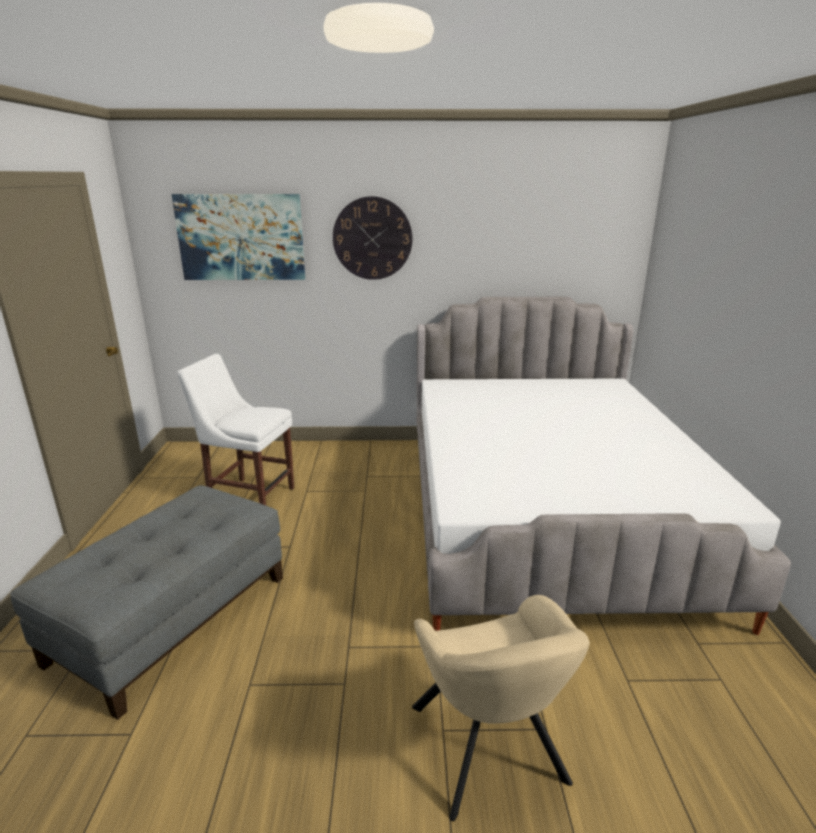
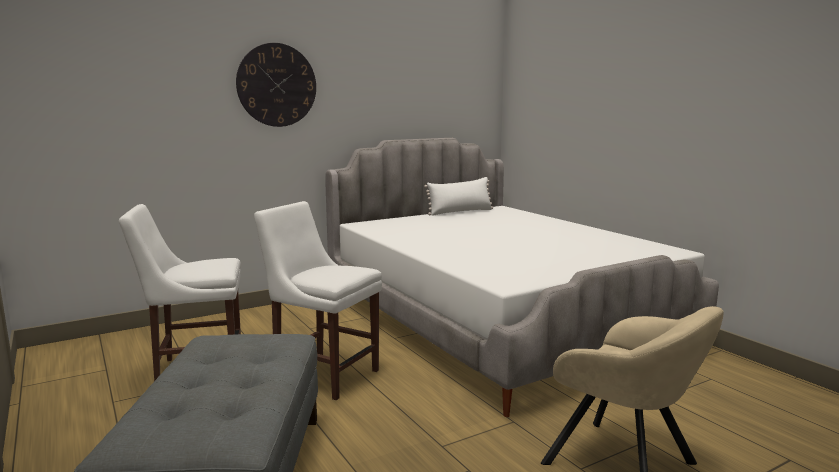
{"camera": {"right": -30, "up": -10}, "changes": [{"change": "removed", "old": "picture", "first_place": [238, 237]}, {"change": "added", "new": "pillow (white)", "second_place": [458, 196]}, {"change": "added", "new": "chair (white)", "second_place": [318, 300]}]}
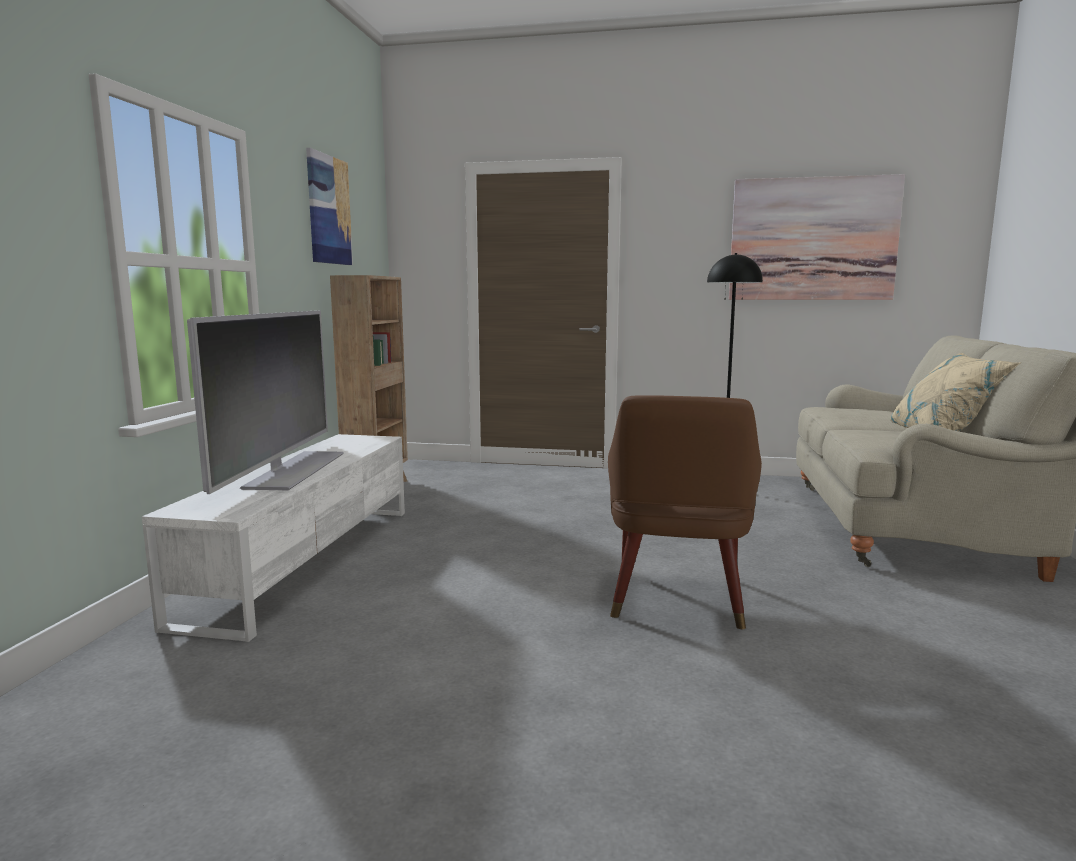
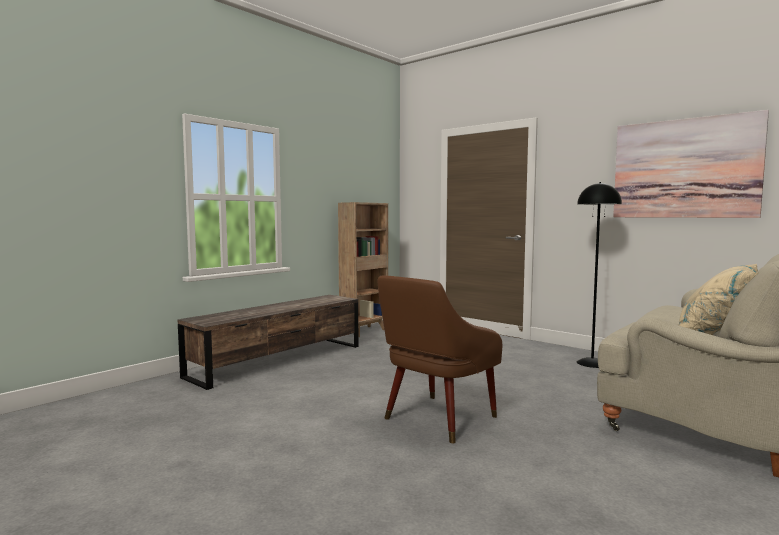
{"camera": {"right": 30, "up": -5}, "changes": [{"change": "removed", "old": "picture", "first_place": [329, 206]}, {"change": "removed", "old": "television", "first_place": [265, 402]}, {"change": "recoloured", "old": "tv stand (white)", "new": "tv stand (brown)", "first_place": [273, 538], "second_place": [268, 342]}]}
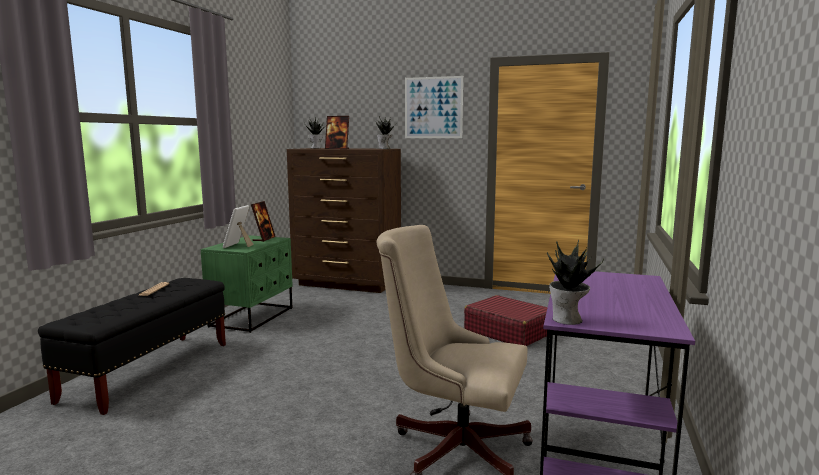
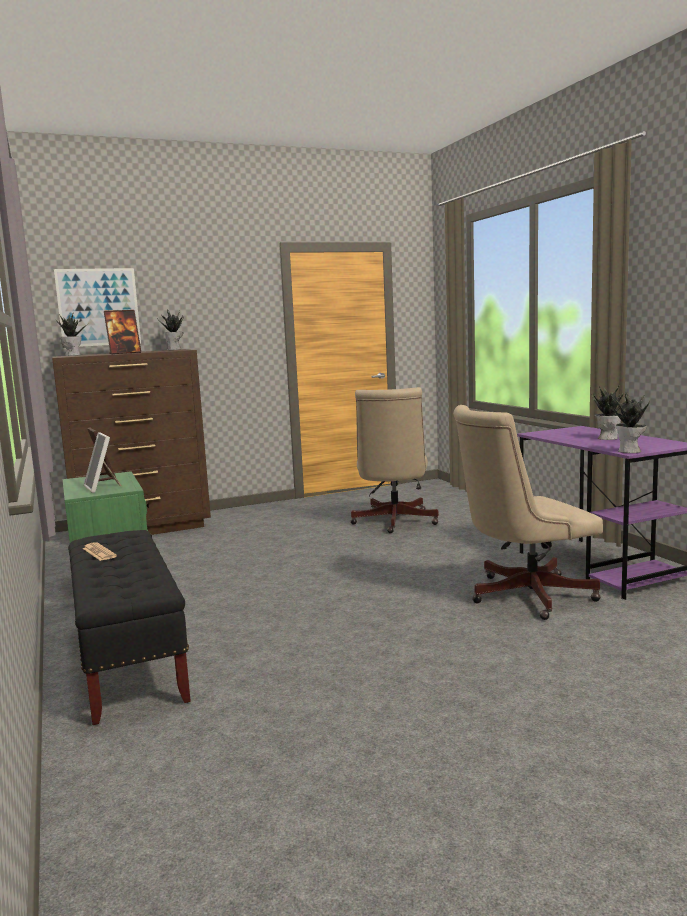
{"camera": {"right": -40, "up": 0}, "changes": [{"change": "moved", "old": "picture", "first_place": [434, 107], "second_place": [97, 307]}, {"change": "replaced", "old": "suitcase (red)", "new": "office chair (beige)", "first_place": [506, 320], "second_place": [394, 460]}, {"change": "added", "new": "potted plant", "second_place": [608, 413]}]}
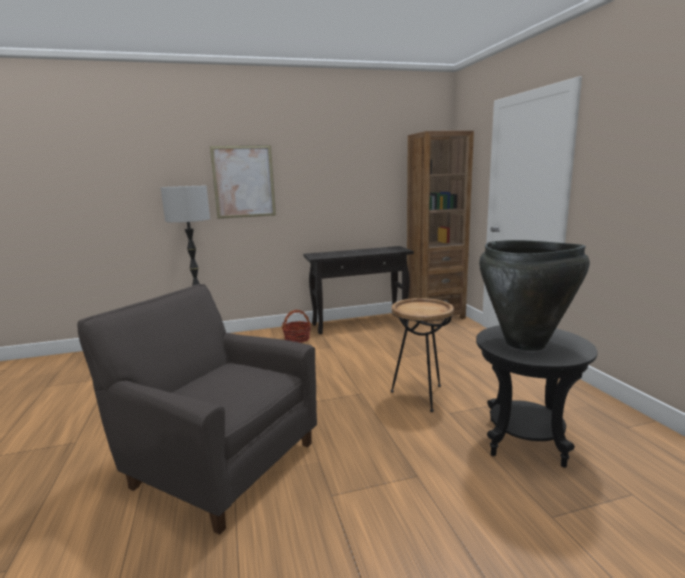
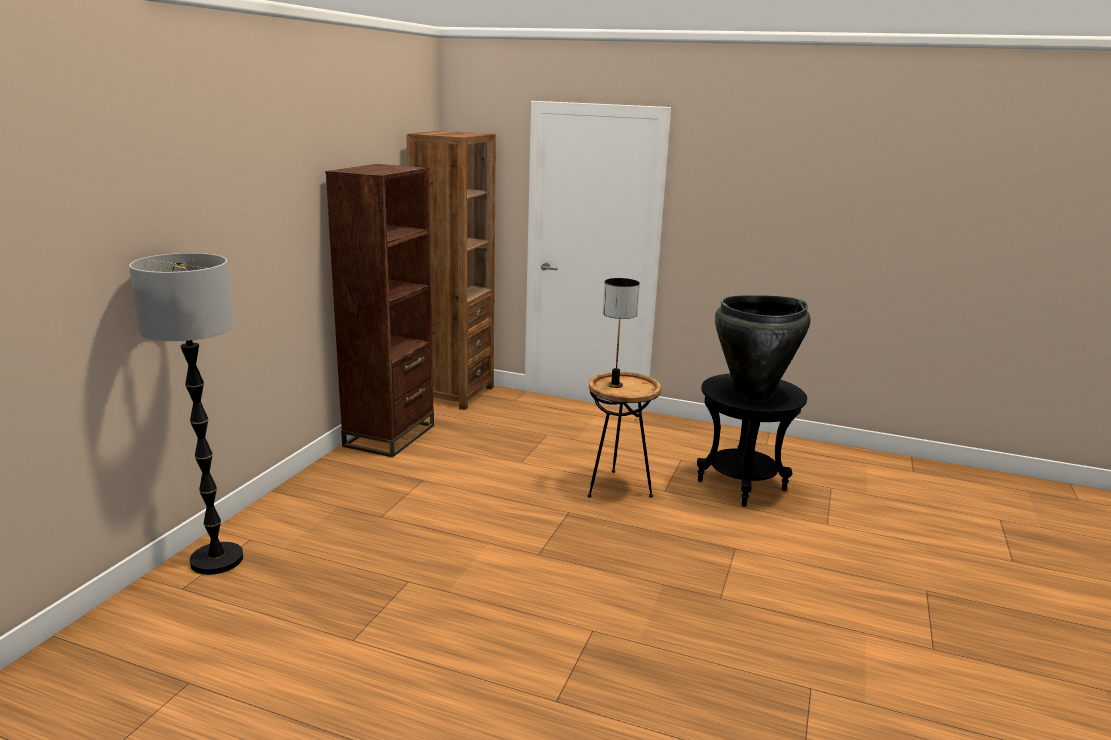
{"camera": {"right": -55, "up": 5}, "changes": [{"change": "removed", "old": "picture", "first_place": [243, 182]}, {"change": "replaced", "old": "console table (black)", "new": "bookcase (brown)", "first_place": [358, 290], "second_place": [379, 310]}, {"change": "removed", "old": "armchair (grey)", "first_place": [197, 409]}, {"change": "removed", "old": "basket", "first_place": [296, 326]}, {"change": "added", "new": "table lamp", "second_place": [621, 333]}]}
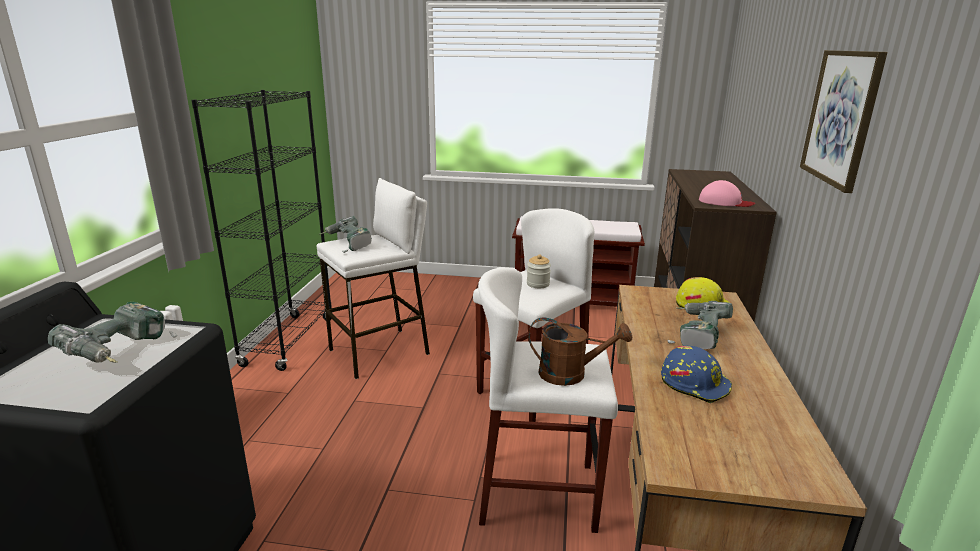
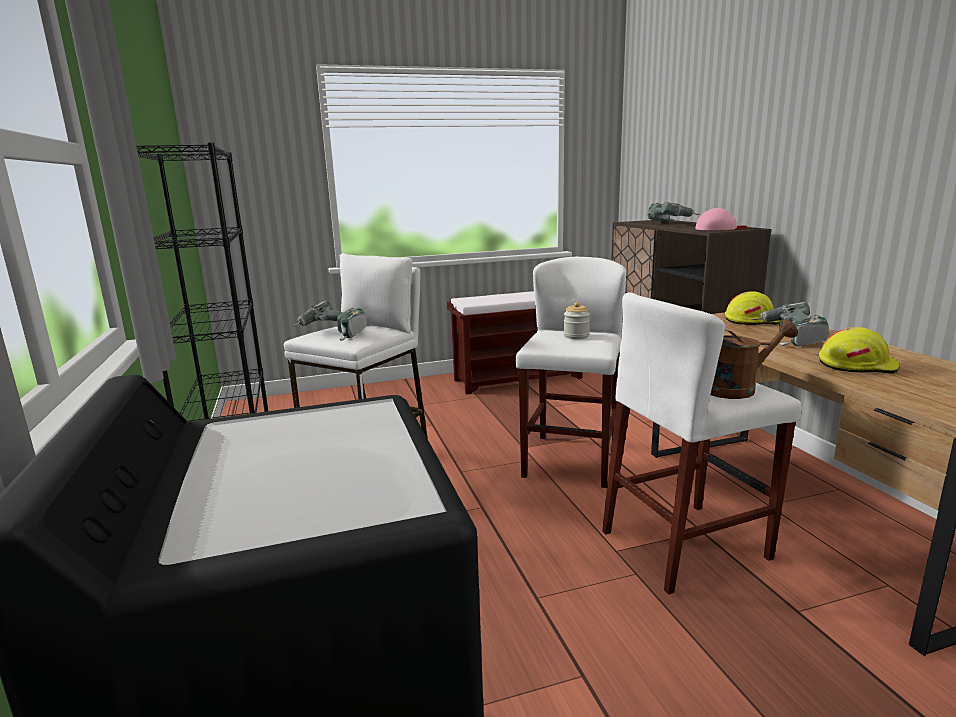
{"camera": {"right": -25, "up": -5}, "changes": [{"change": "removed", "old": "picture", "first_place": [844, 121]}, {"change": "moved", "old": "power drill", "first_place": [112, 332], "second_place": [673, 212]}, {"change": "recoloured", "old": "hard hat (blue)", "new": "hard hat (yellow)", "first_place": [696, 374], "second_place": [859, 350]}]}
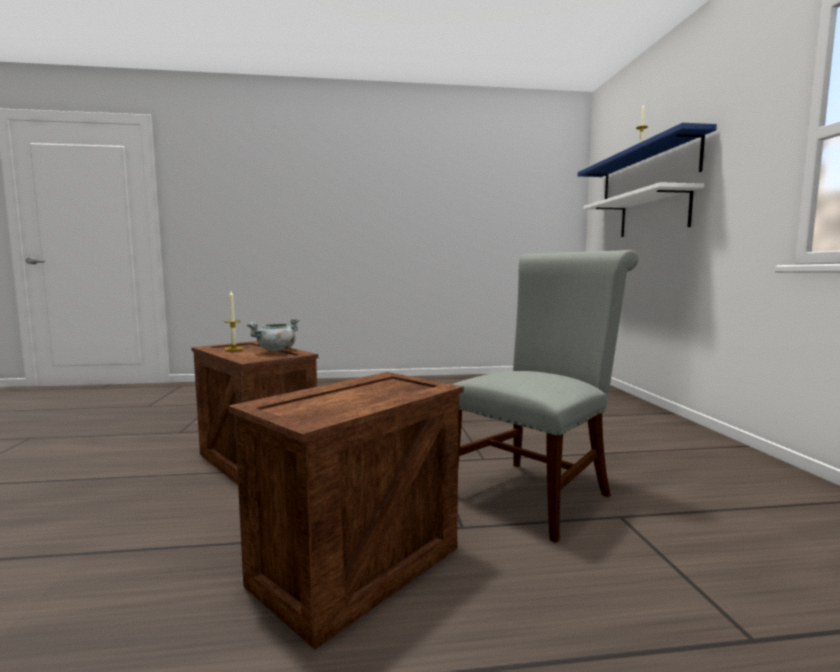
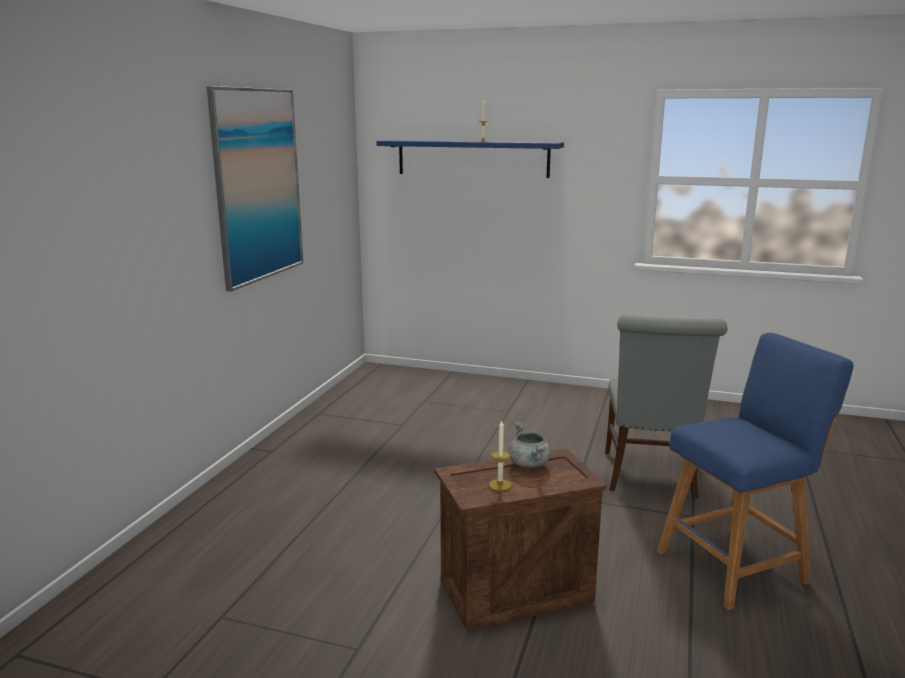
{"camera": {"right": -65, "up": 10}, "changes": [{"change": "removed", "old": "shelf (white)", "first_place": [643, 209]}, {"change": "turned", "old": "chair (grey)", "first_place": [545, 396], "second_place": [666, 406], "degrees": -150}, {"change": "replaced", "old": "crate", "new": "stool (blue)", "first_place": [346, 510], "second_place": [755, 471]}, {"change": "added", "new": "picture", "second_place": [255, 188]}]}
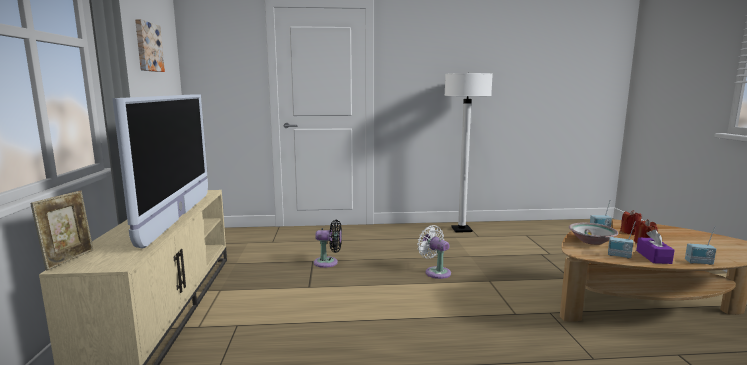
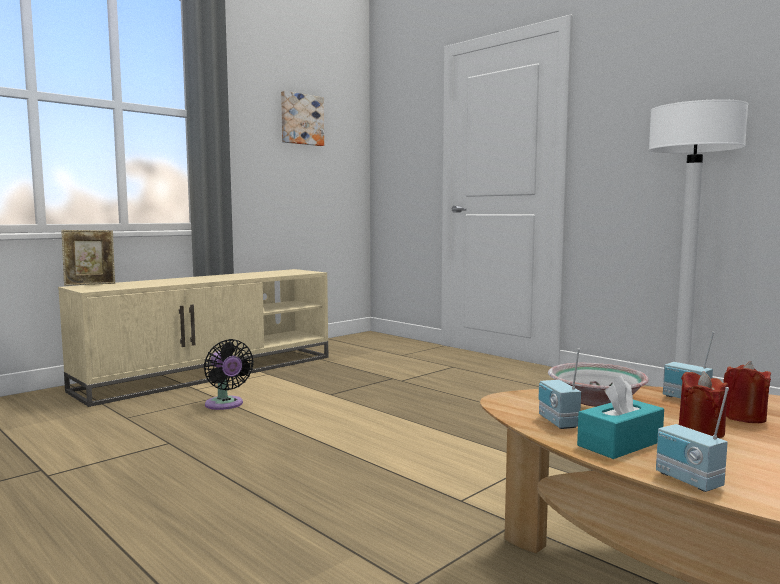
{"camera": {"right": 50, "up": -5}, "changes": [{"change": "removed", "old": "television", "first_place": [160, 171]}, {"change": "moved", "old": "fan (black)", "first_place": [328, 244], "second_place": [229, 374]}, {"change": "removed", "old": "fan (white)", "first_place": [434, 252]}, {"change": "recoloured", "old": "tissue box (purple)", "new": "tissue box (turquoise)", "first_place": [655, 246], "second_place": [620, 417]}]}
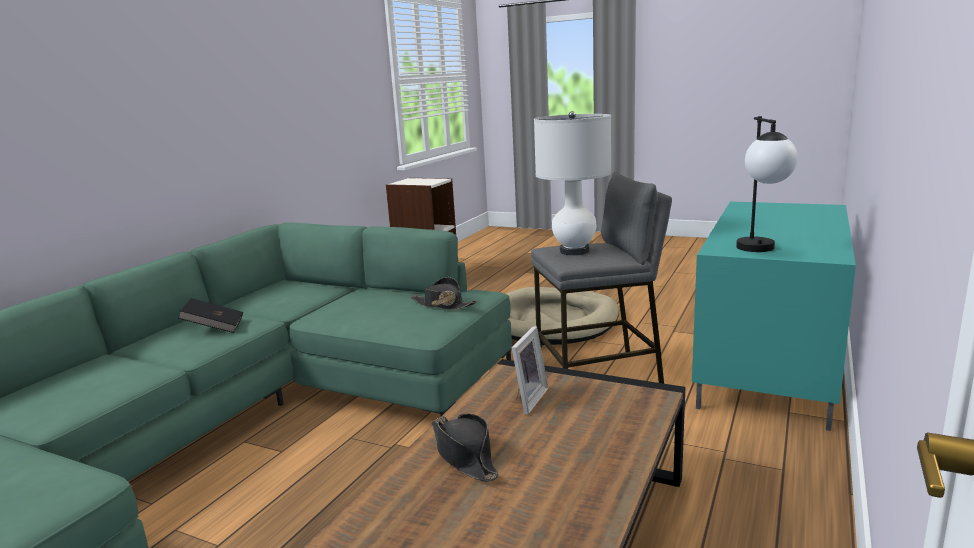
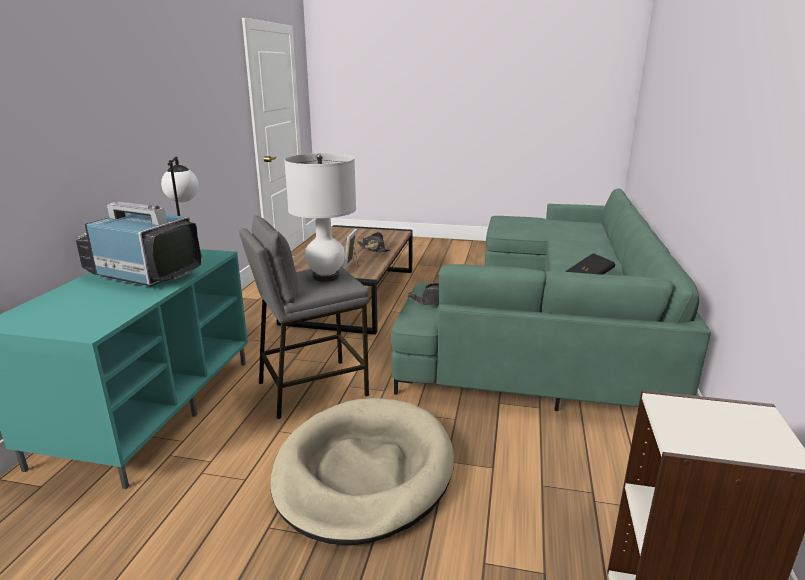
{"camera": {"right": 165, "up": 5}, "changes": [{"change": "added", "new": "television", "second_place": [138, 244]}]}
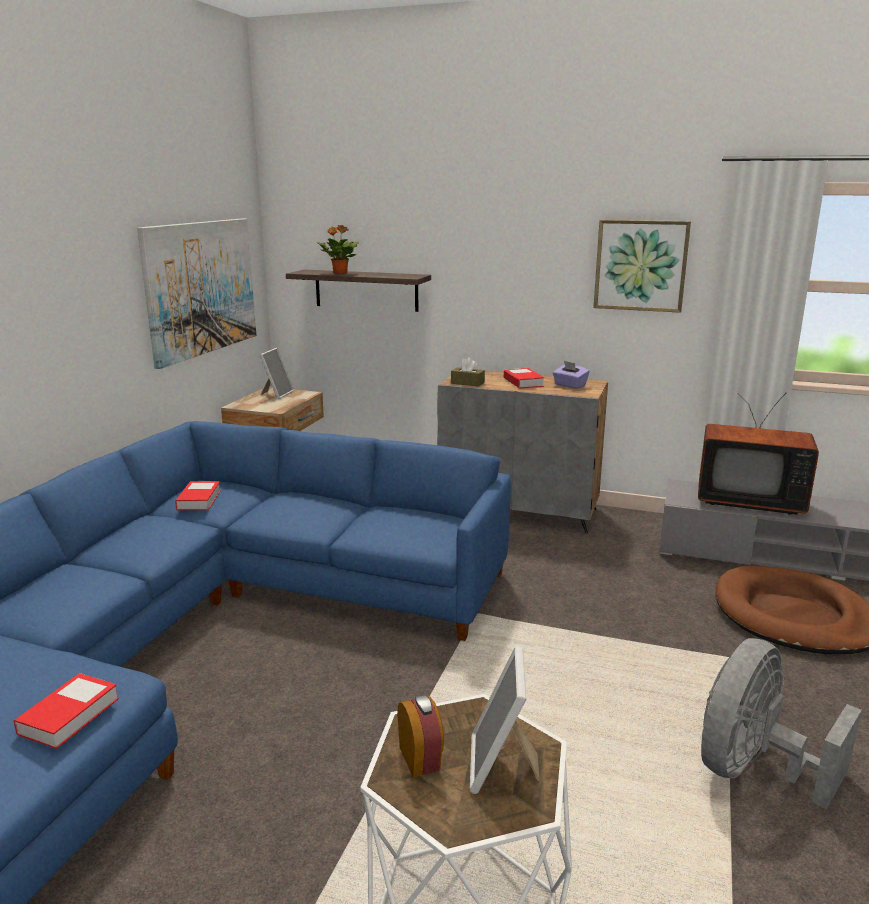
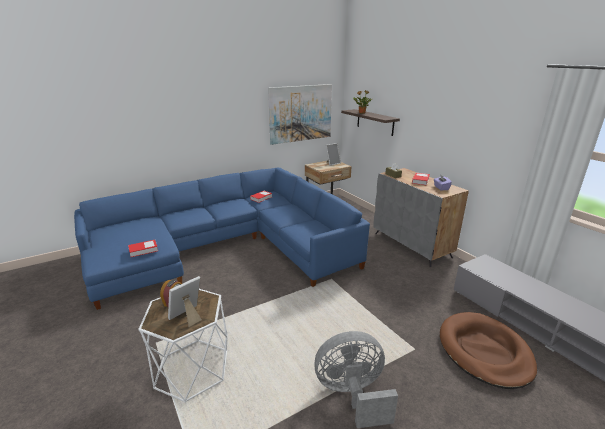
{"camera": {"right": 40, "up": 5}, "changes": [{"change": "removed", "old": "picture", "first_place": [642, 266]}, {"change": "removed", "old": "television", "first_place": [758, 454]}]}
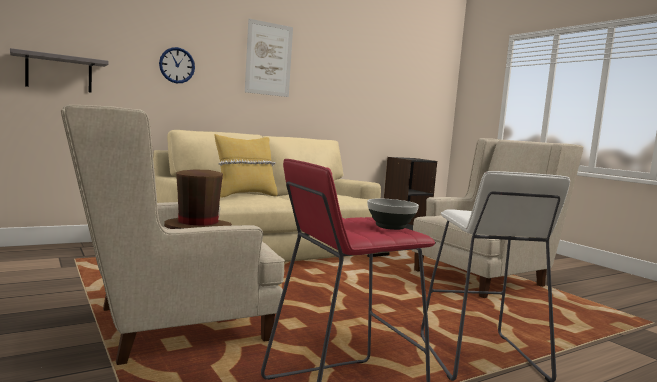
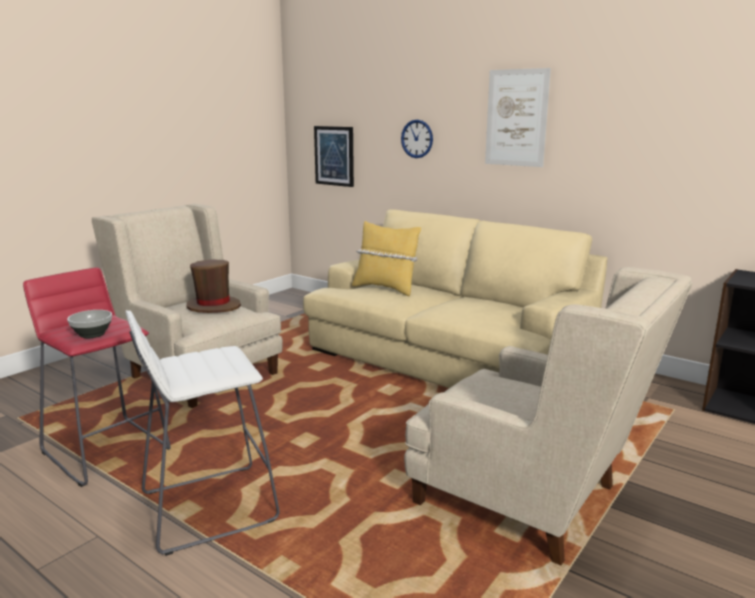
{"camera": {"right": 70, "up": 10}, "changes": [{"change": "replaced", "old": "shelf (grey)", "new": "picture", "first_place": [59, 70], "second_place": [334, 156]}]}
